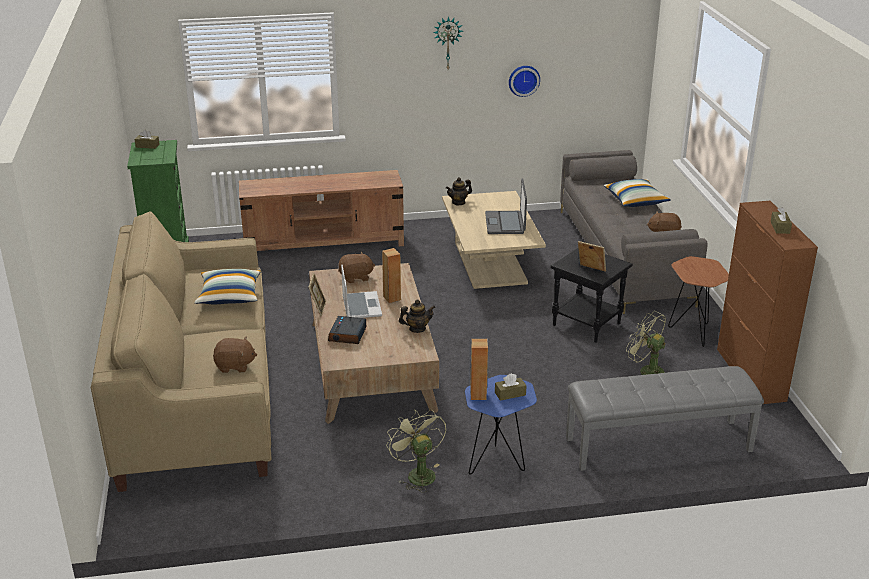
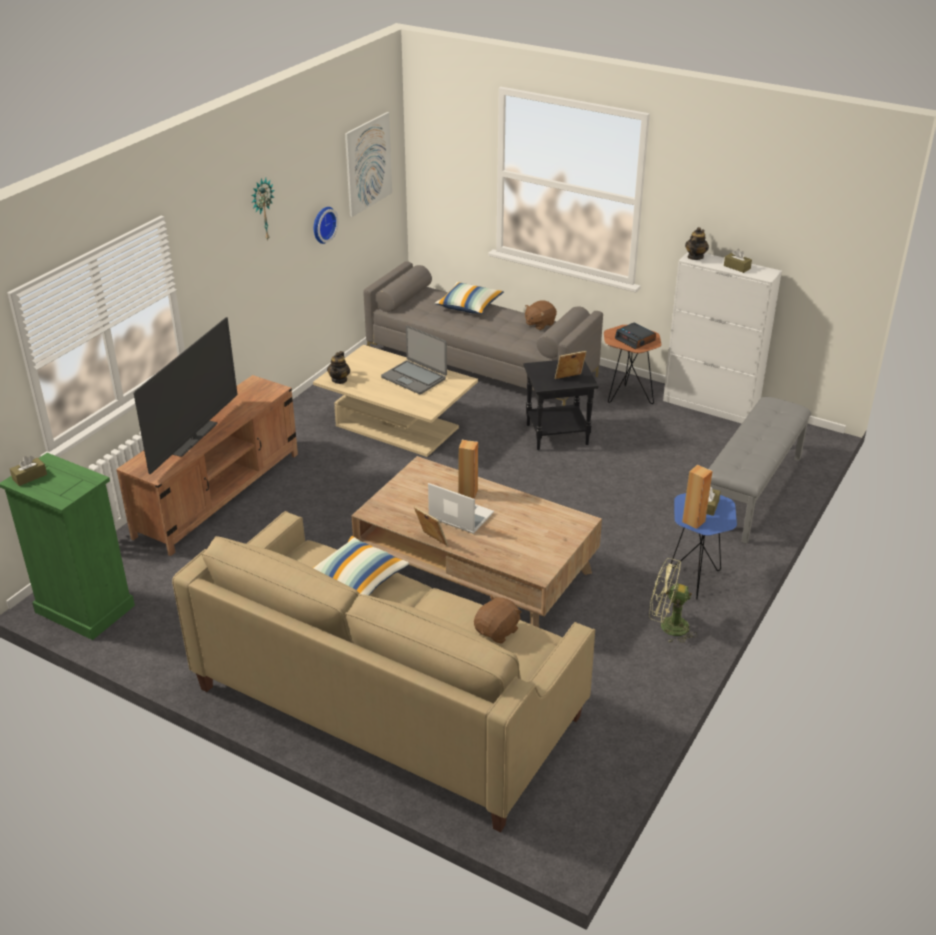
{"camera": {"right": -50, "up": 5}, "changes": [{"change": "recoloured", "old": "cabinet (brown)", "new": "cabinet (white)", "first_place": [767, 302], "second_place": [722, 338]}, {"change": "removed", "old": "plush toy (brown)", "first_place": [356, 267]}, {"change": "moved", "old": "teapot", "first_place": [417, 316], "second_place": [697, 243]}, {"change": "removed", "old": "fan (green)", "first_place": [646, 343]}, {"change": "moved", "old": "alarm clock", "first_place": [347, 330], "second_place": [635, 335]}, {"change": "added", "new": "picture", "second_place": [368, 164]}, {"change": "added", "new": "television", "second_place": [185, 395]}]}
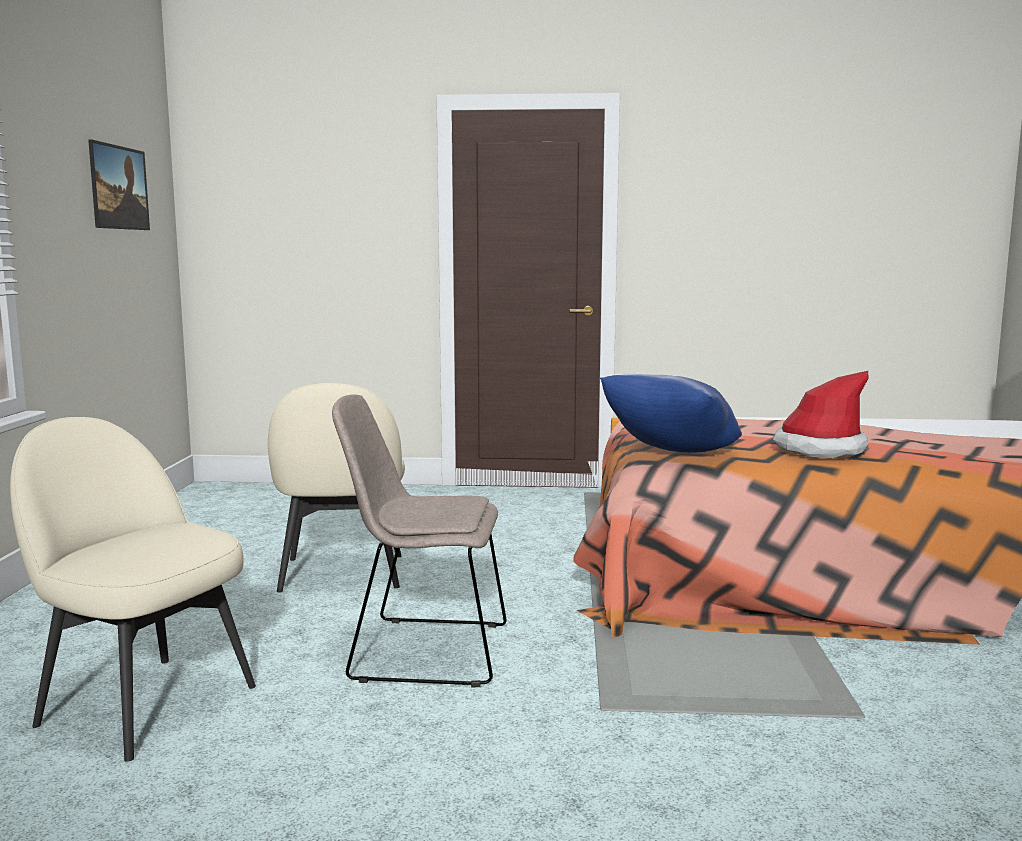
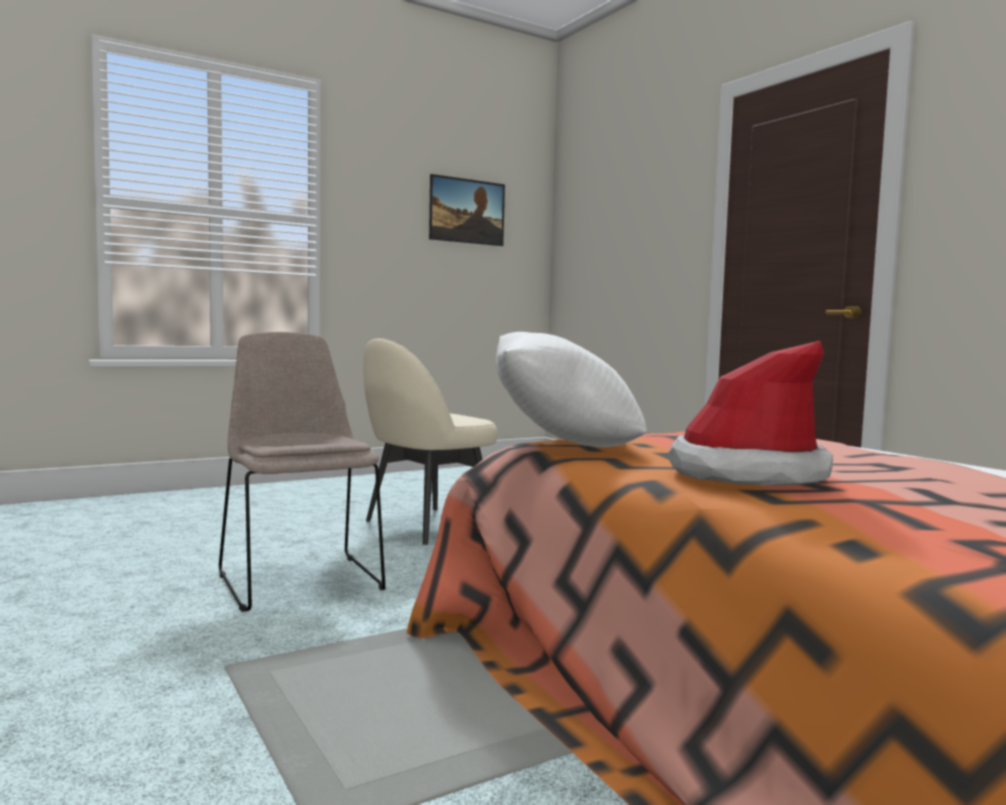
{"camera": {"right": 55, "up": -5}, "changes": [{"change": "recoloured", "old": "pillow (blue)", "new": "pillow (white)", "first_place": [671, 413], "second_place": [571, 389]}, {"change": "removed", "old": "chair (beige)", "first_place": [133, 589]}]}
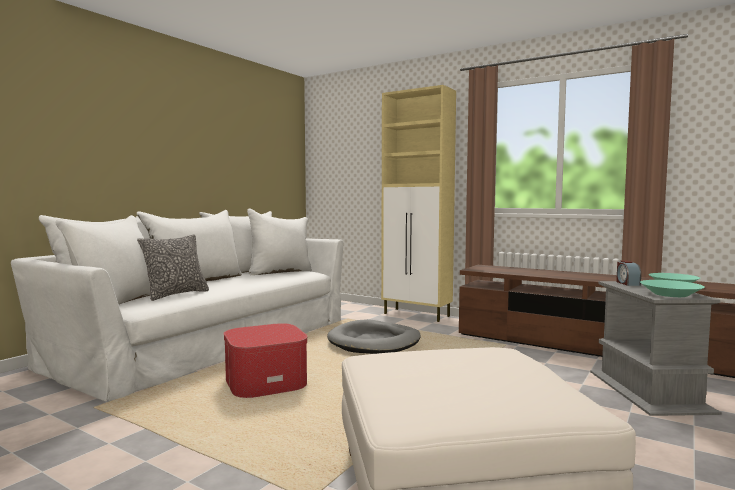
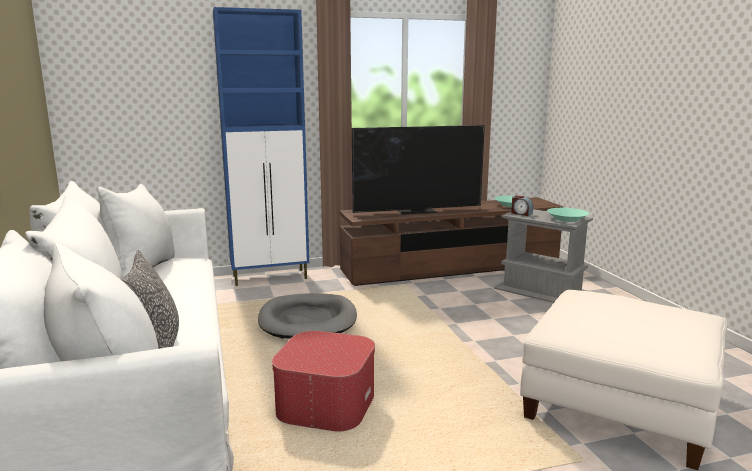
{"camera": {"right": -50, "up": 10}, "changes": [{"change": "recoloured", "old": "cabinet (beige)", "new": "cabinet (blue)", "first_place": [418, 203], "second_place": [261, 146]}, {"change": "added", "new": "television", "second_place": [418, 170]}]}
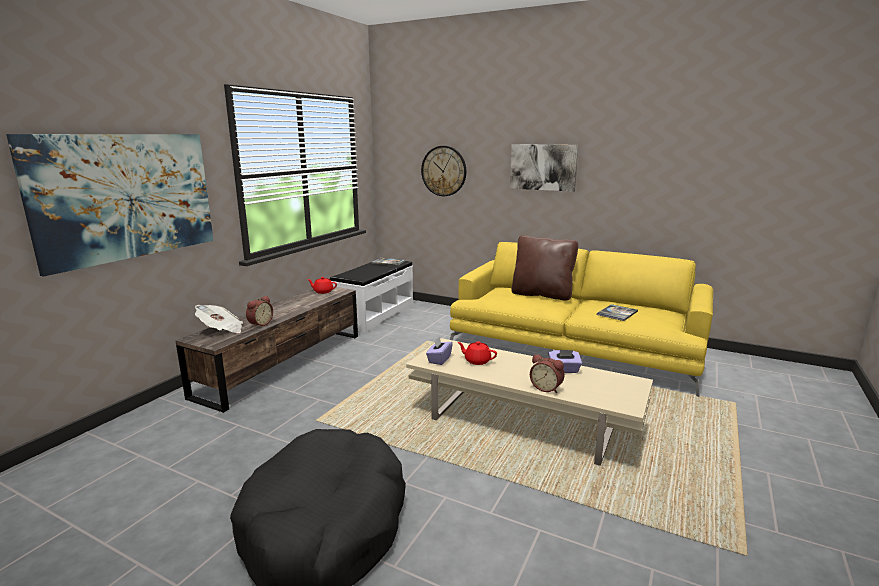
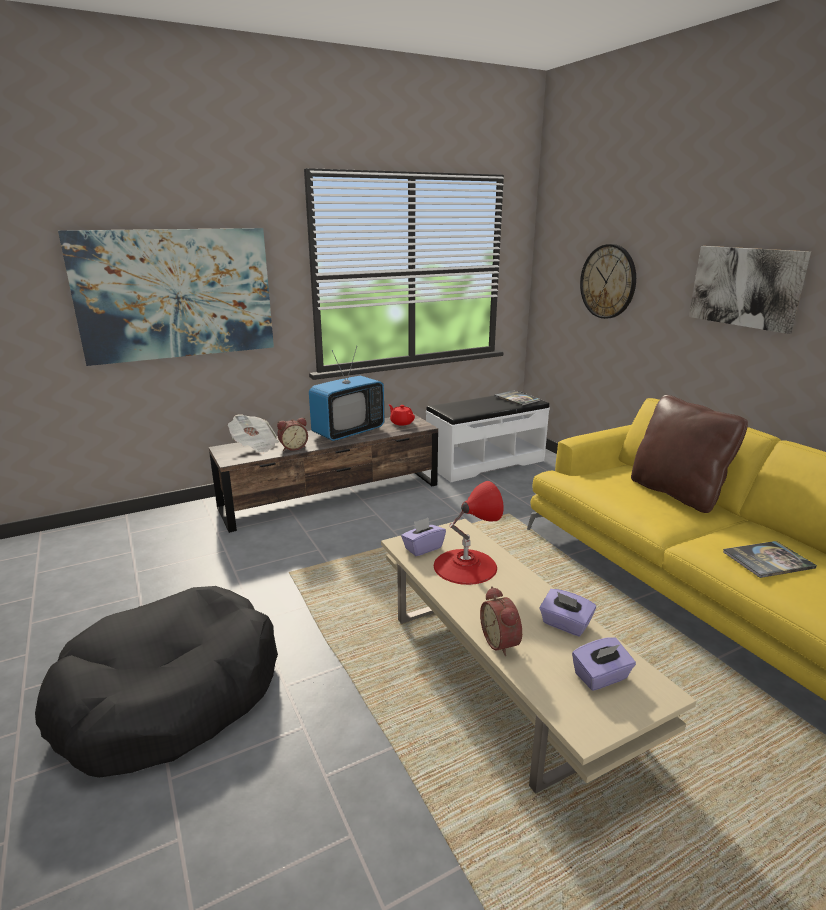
{"camera": {"right": 35, "up": 5}, "changes": [{"change": "replaced", "old": "teapot (red)", "new": "table lamp (red)", "first_place": [477, 353], "second_place": [469, 533]}, {"change": "added", "new": "television", "second_place": [346, 393]}, {"change": "added", "new": "tissue box (purple)", "second_place": [604, 664]}]}
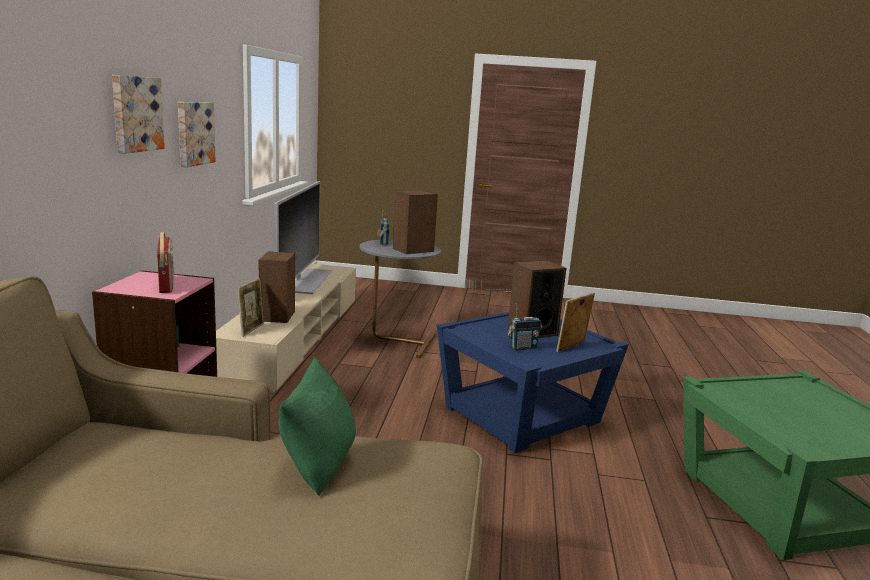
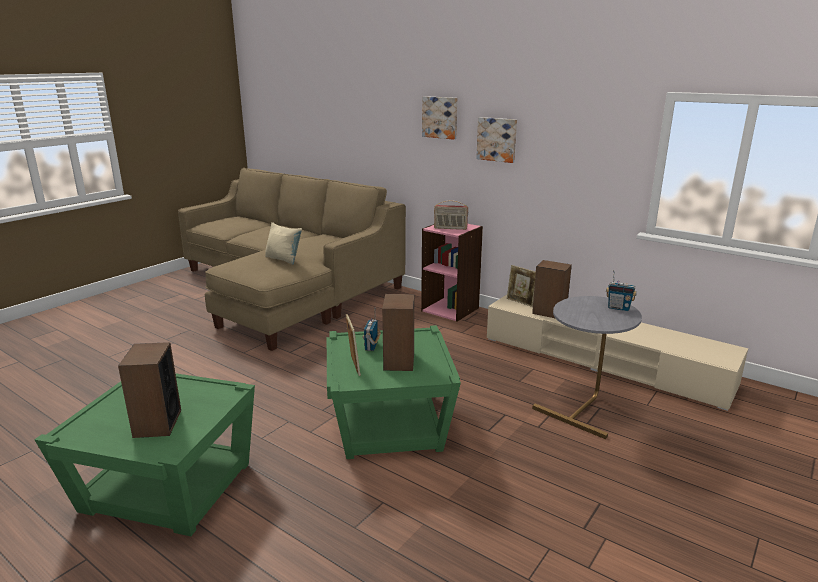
{"camera": {"right": 120, "up": 5}, "changes": [{"change": "moved", "old": "picture", "first_place": [197, 134], "second_place": [440, 118]}, {"change": "removed", "old": "television", "first_place": [303, 237]}, {"change": "moved", "old": "speaker", "first_place": [415, 222], "second_place": [149, 390]}, {"change": "recoloured", "old": "side table (blue)", "new": "side table (green)", "first_place": [533, 382], "second_place": [394, 392]}, {"change": "recoloured", "old": "pillow (green)", "new": "pillow (beige)", "first_place": [317, 426], "second_place": [283, 243]}]}
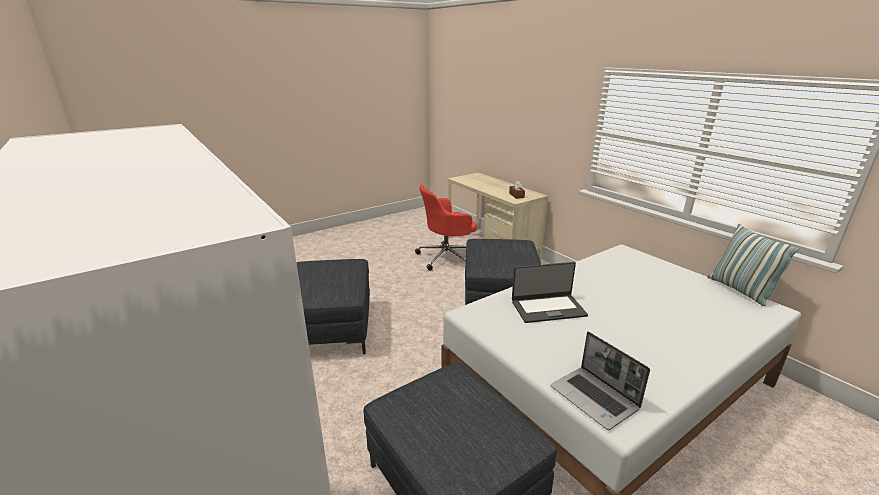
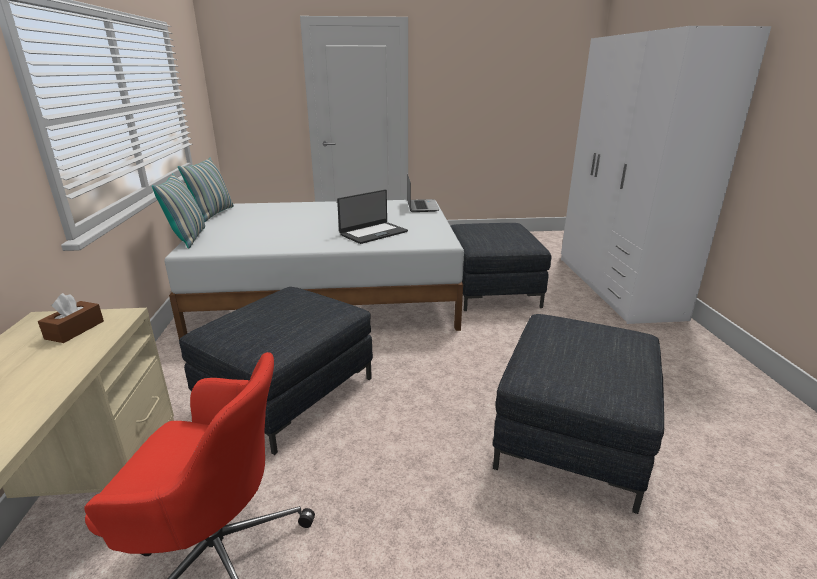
{"camera": {"right": -150, "up": 0}, "changes": [{"change": "turned", "old": "laptop", "first_place": [550, 292], "second_place": [372, 217], "degrees": 120}, {"change": "added", "new": "pillow", "second_place": [178, 211]}]}
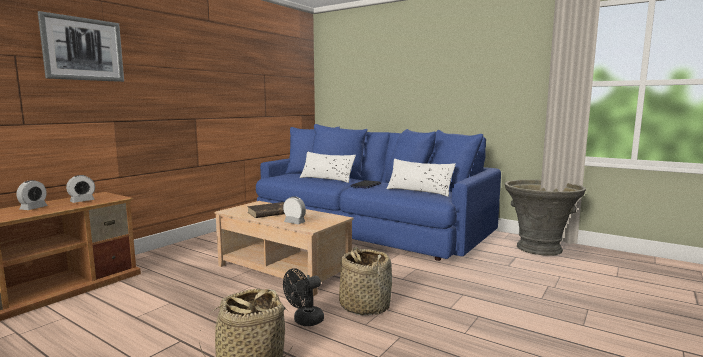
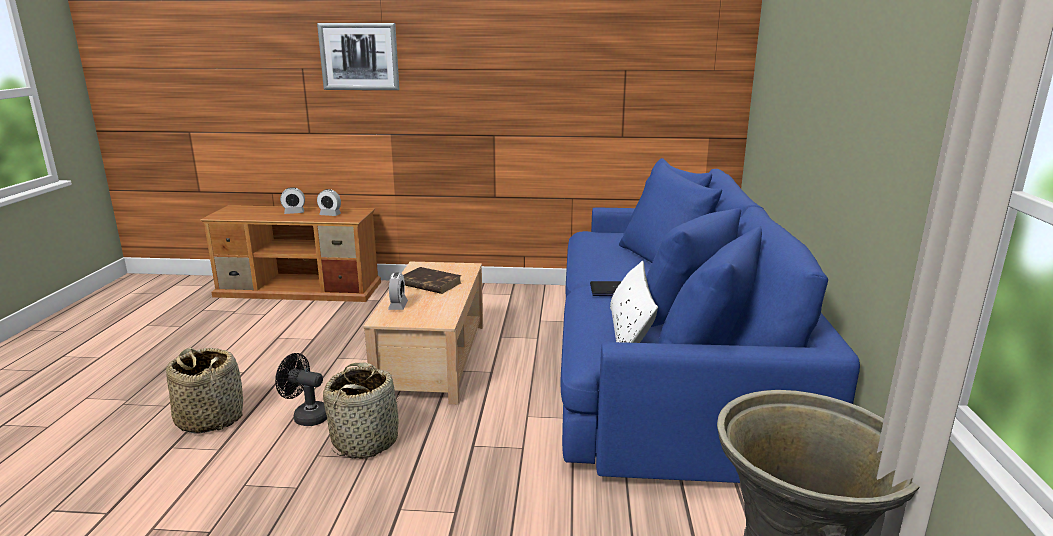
{"camera": {"right": 60, "up": 10}, "changes": [{"change": "removed", "old": "pillow (white)", "first_place": [328, 167]}]}
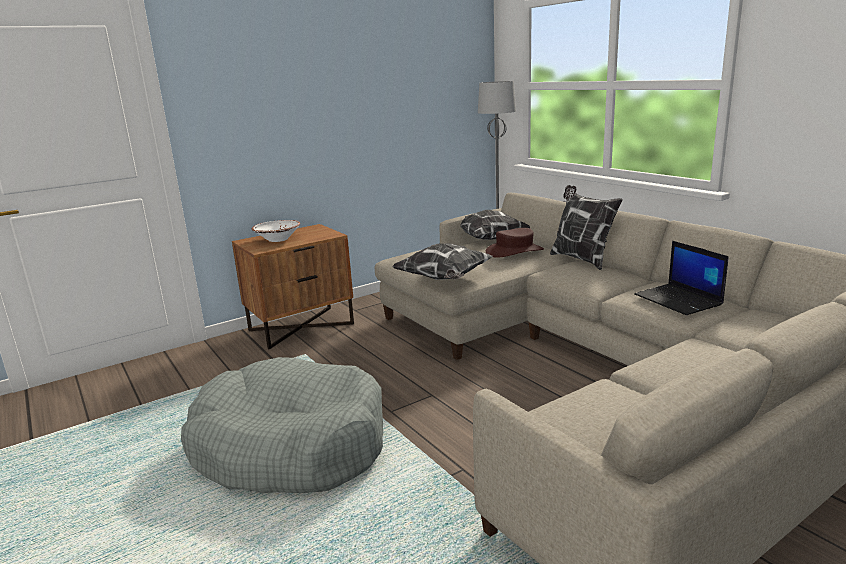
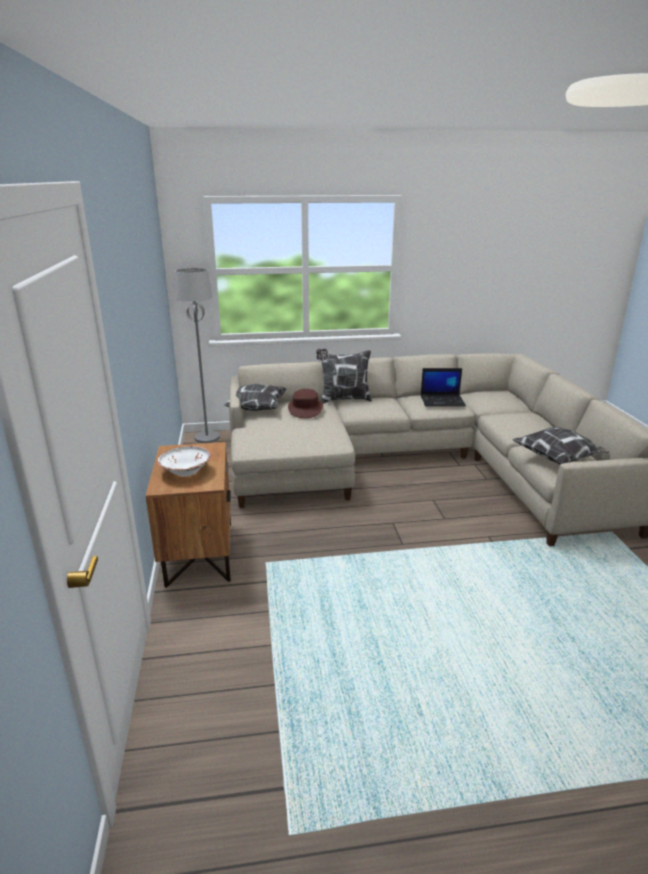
{"camera": {"right": -65, "up": 5}, "changes": [{"change": "moved", "old": "pillow", "first_place": [442, 261], "second_place": [560, 446]}, {"change": "removed", "old": "dog bed (grey)", "first_place": [282, 425]}]}
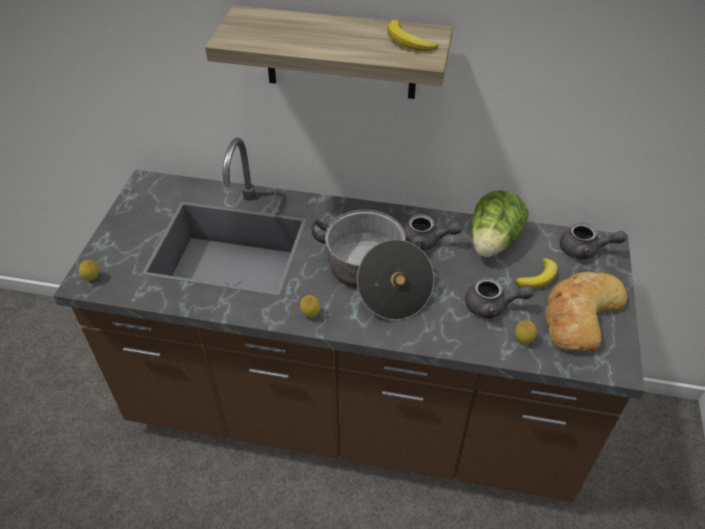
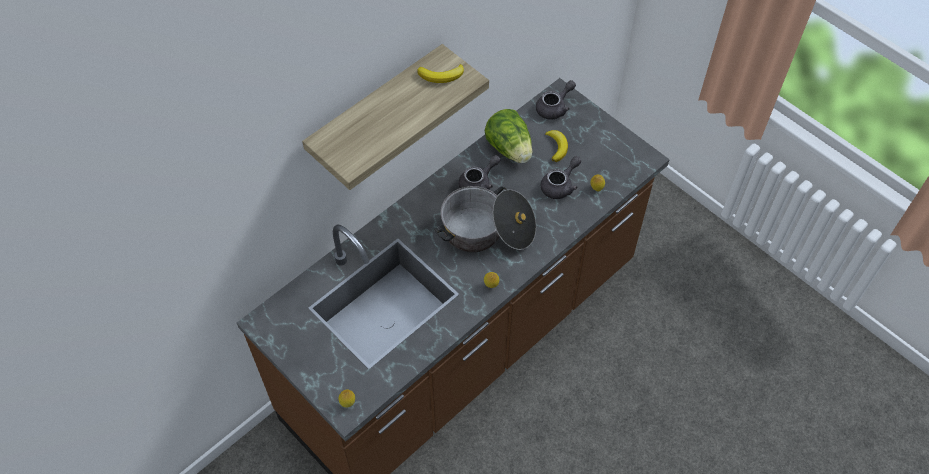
{"camera": {"right": -55, "up": 10}, "changes": [{"change": "removed", "old": "bread", "first_place": [586, 312]}]}
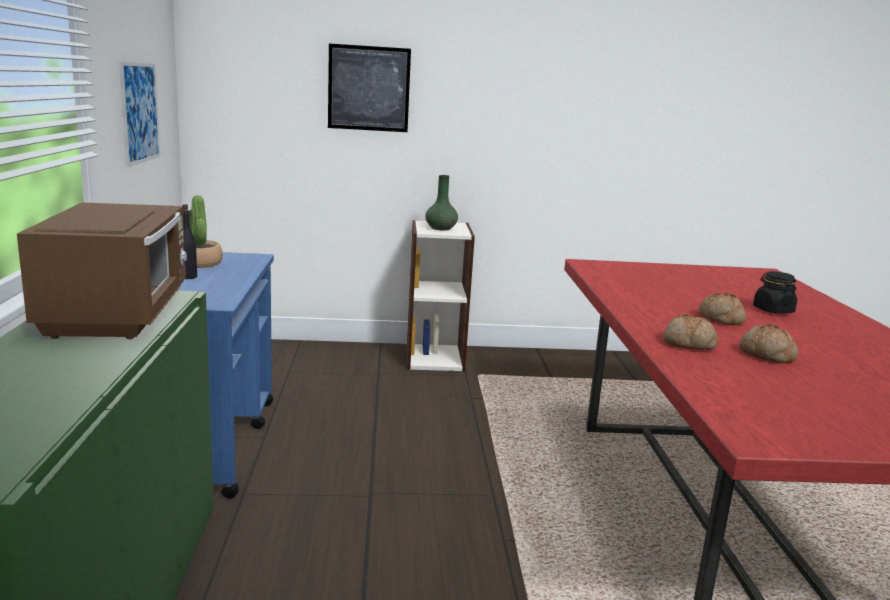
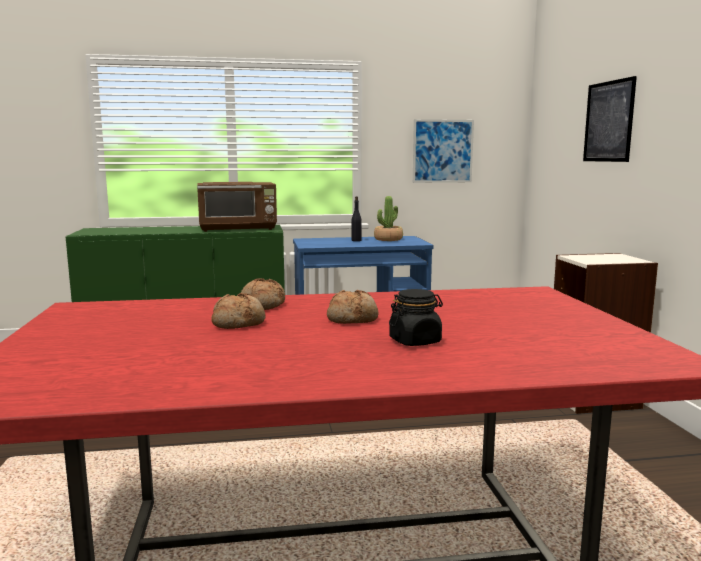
{"camera": {"right": 85, "up": -5}, "changes": [{"change": "removed", "old": "vase (green)", "first_place": [441, 202]}]}
